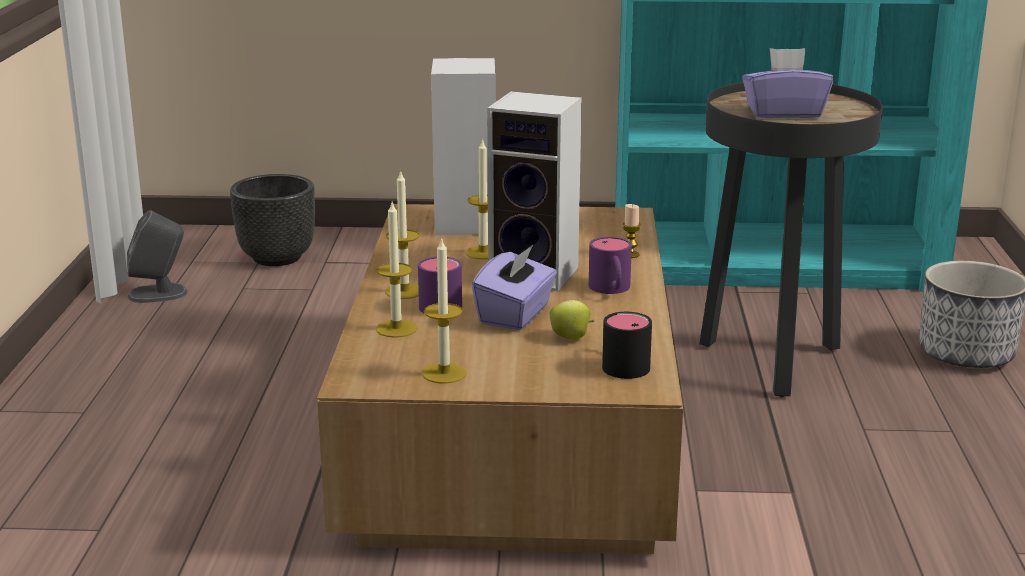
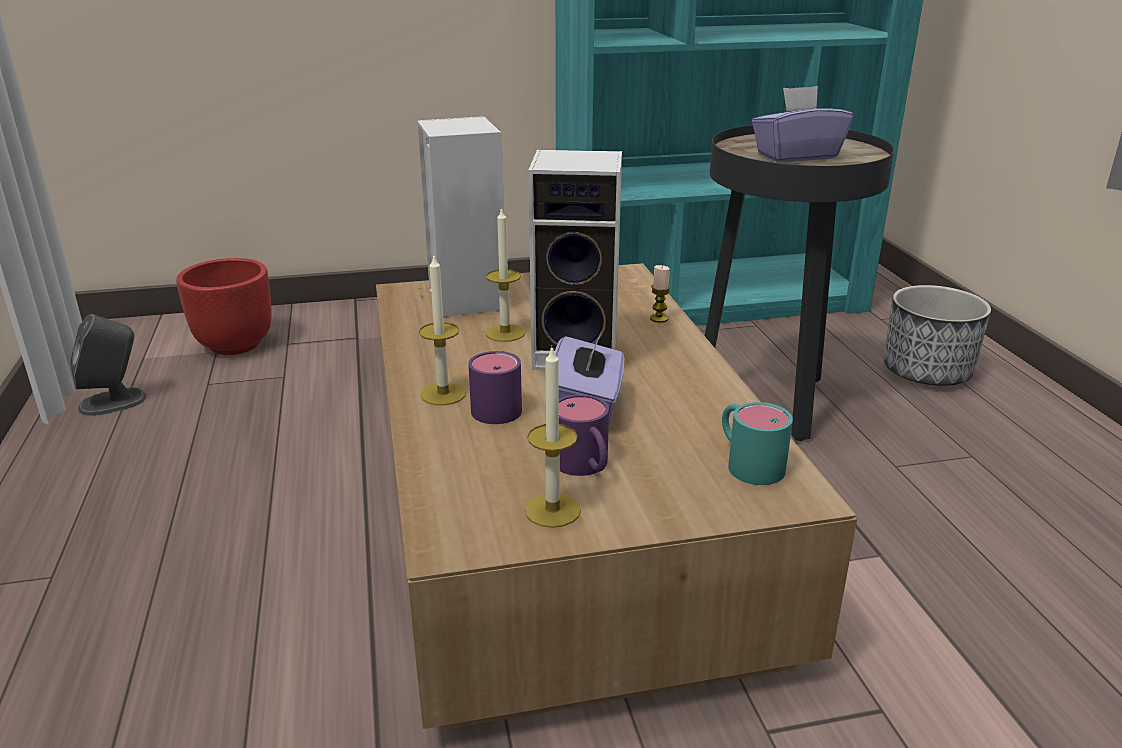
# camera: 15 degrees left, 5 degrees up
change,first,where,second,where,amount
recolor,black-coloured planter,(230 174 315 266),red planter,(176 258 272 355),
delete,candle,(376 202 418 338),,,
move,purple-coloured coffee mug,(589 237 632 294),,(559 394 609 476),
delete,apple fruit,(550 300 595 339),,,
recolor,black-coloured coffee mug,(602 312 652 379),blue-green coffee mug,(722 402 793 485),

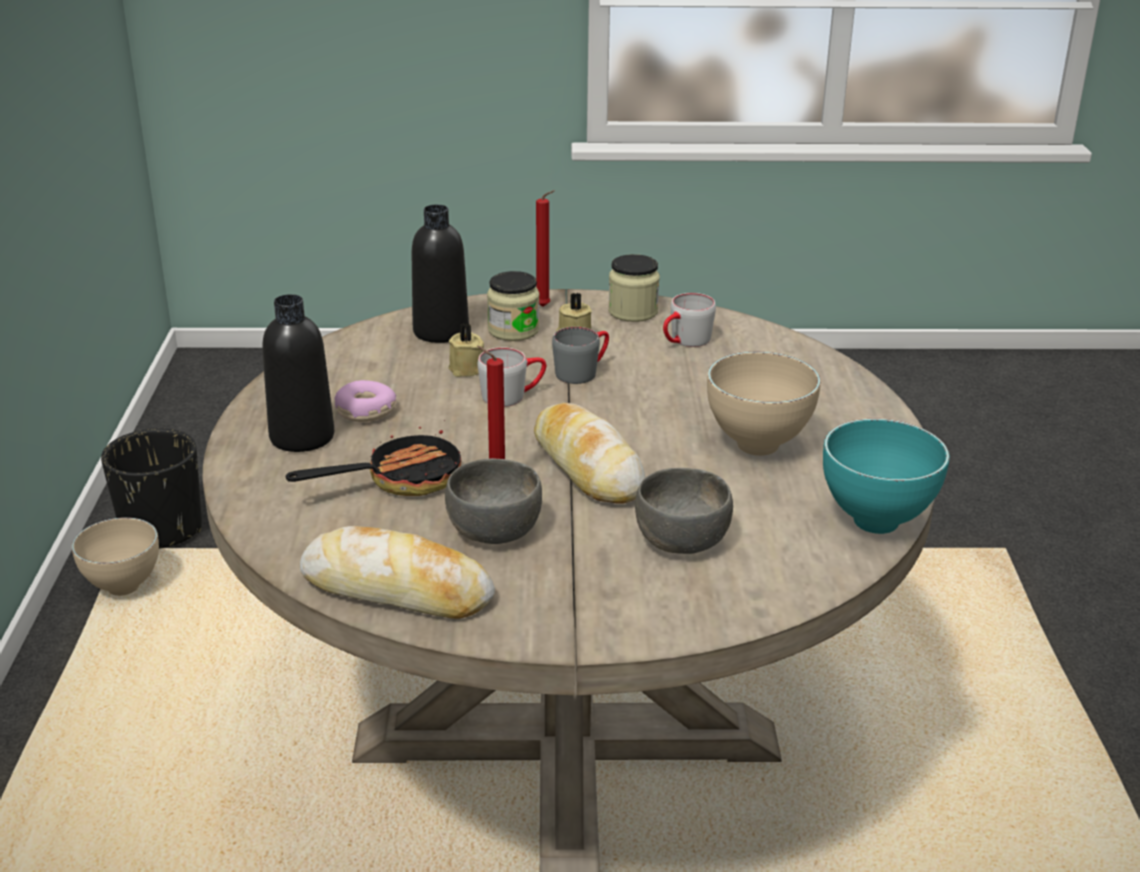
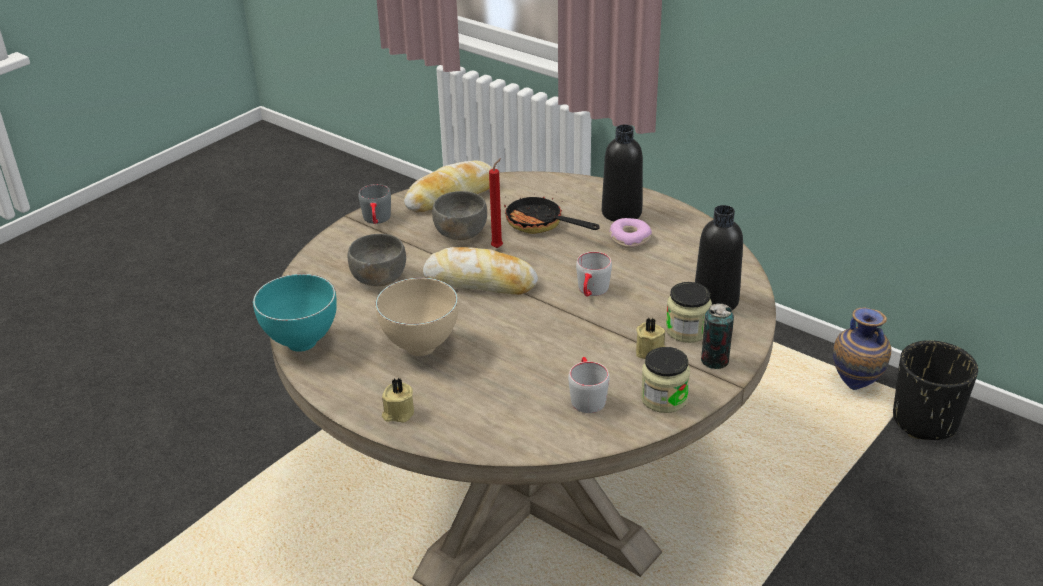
# camera: 130 degrees right, 5 degrees up
change,first,where,second,where,amount
replace,red candle,(536 190 555 307),sealed can,(701 303 734 369),
move,beige-coloured candle,(448 323 484 377),,(382 378 414 423),
move,grey coffee mug,(552 327 609 384),,(358 184 391 224),
rotate,skillet,(286 420 461 496),,(504 196 600 234),120 degrees clockwise
replace,beige-coloured serving bowl,(72 517 159 596),flower vase,(833 307 891 390),

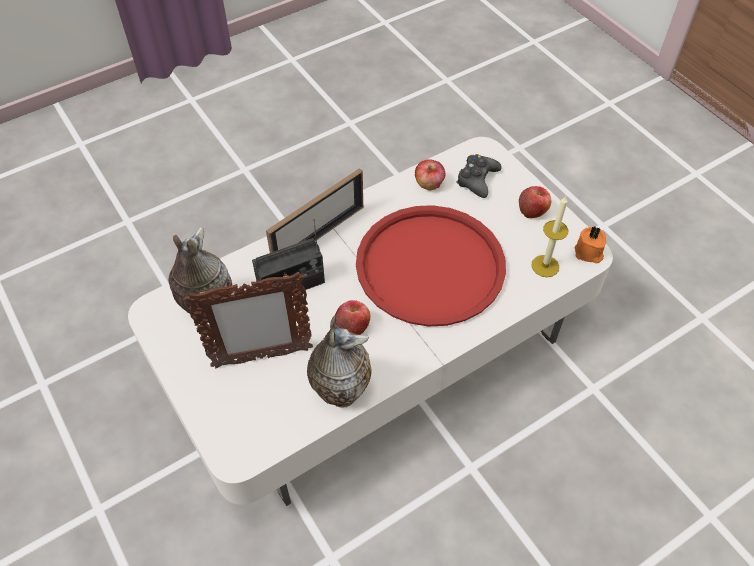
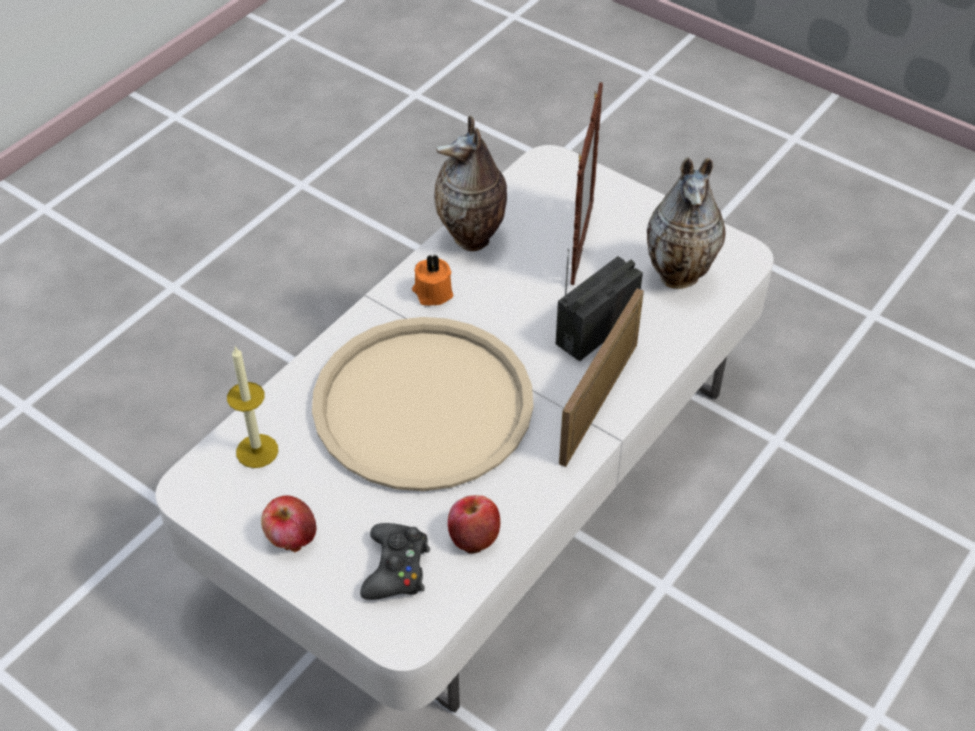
# camera: 160 degrees right, 5 degrees down
change,first,where,second,where,amount
recolor,red carrying tray,(356 205 506 327),beige-coloured carrying tray,(312 317 533 491),
move,orange-coloured candle,(574 227 606 263),,(412 254 453 306),
rotate,standing frame,(184 272 313 368),,(570 82 603 285),135 degrees clockwise
delete,apple fruit,(335 300 371 335),,,

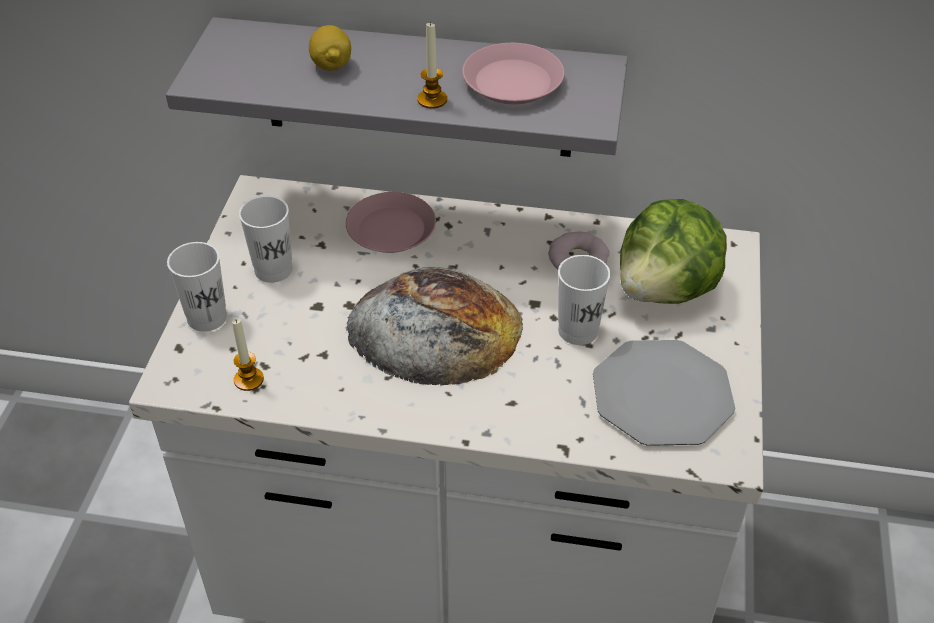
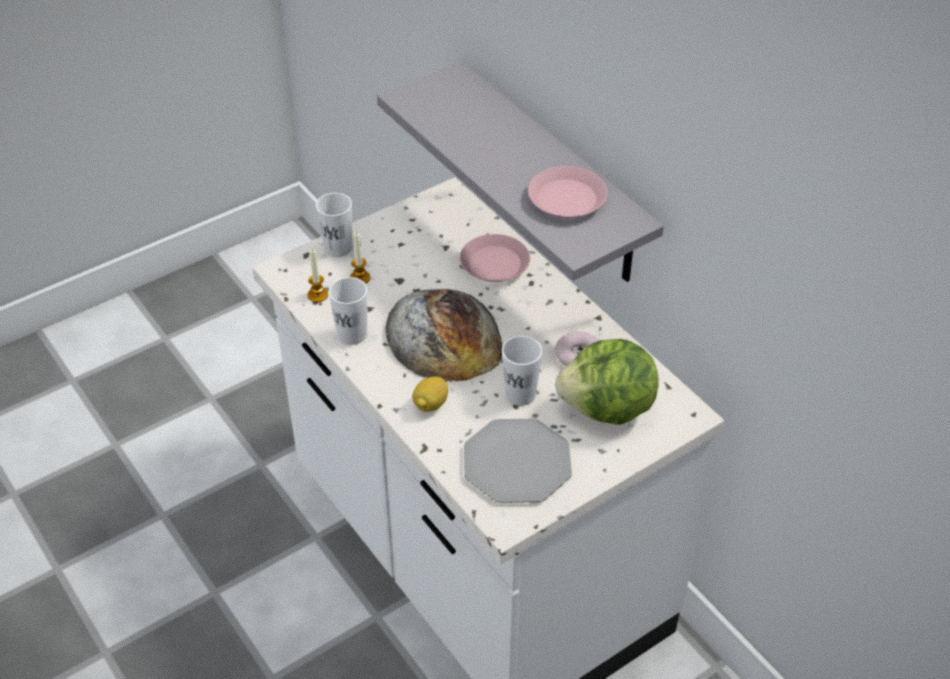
# camera: 45 degrees right, 0 degrees up
change,first,where,second,where,amount
move,candle,(418 22 447 109),,(350 232 370 284),
move,lemon,(309 25 351 71),,(412 376 448 412),
move,white-coloured small cup,(239 196 293 283),,(329 277 367 345),

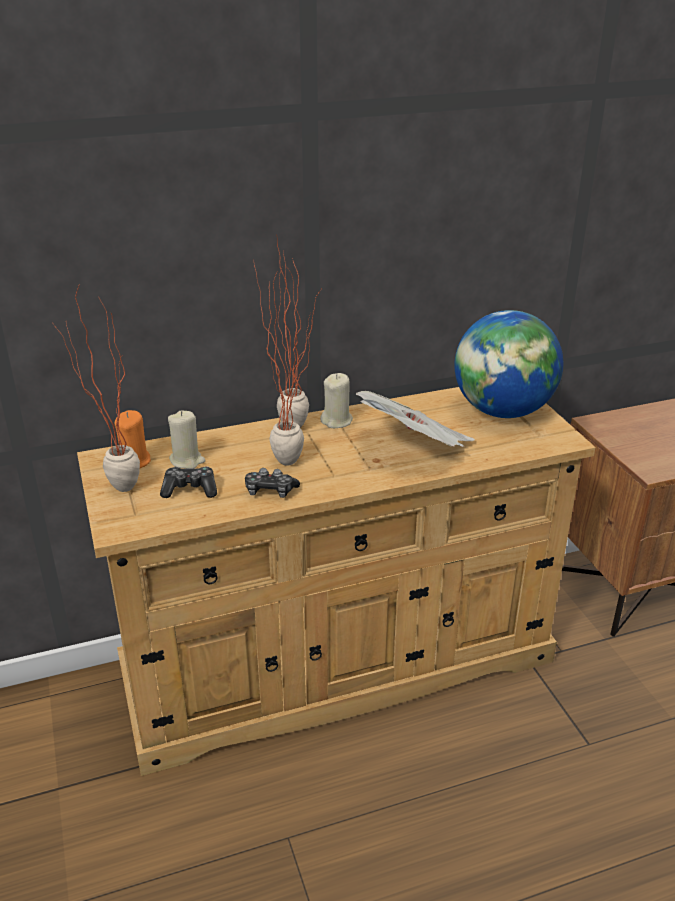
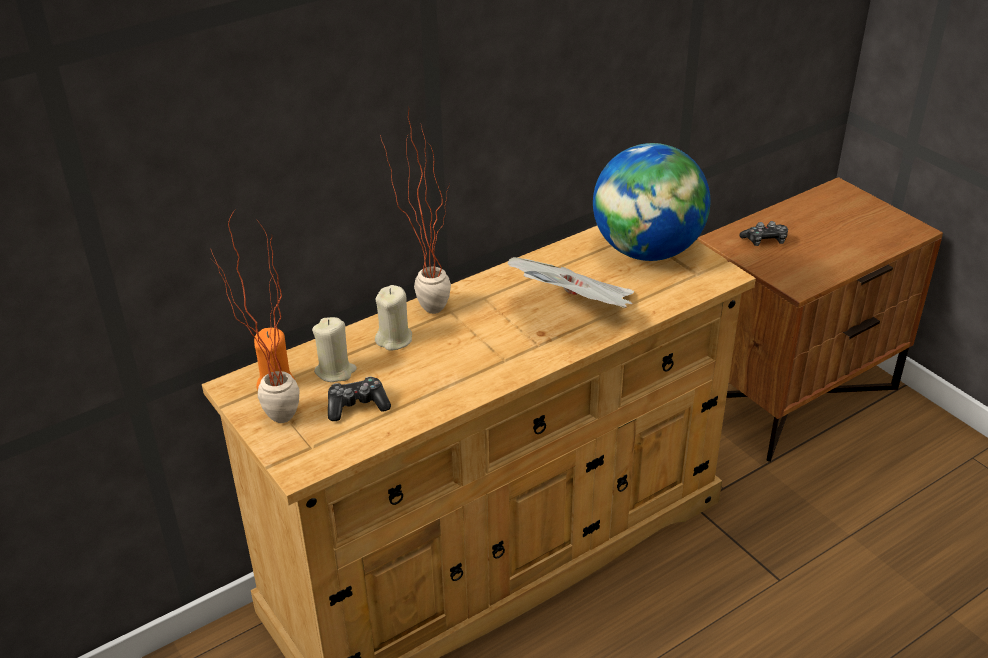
# camera: 15 degrees left, 5 degrees up
change,first,where,second,where,amount
delete,potted plant,(266 258 321 466),,,
move,beige-coloured candle,(320 373 353 428),,(375 285 412 351),
move,gamepad,(245 468 300 498),,(740 221 788 246),

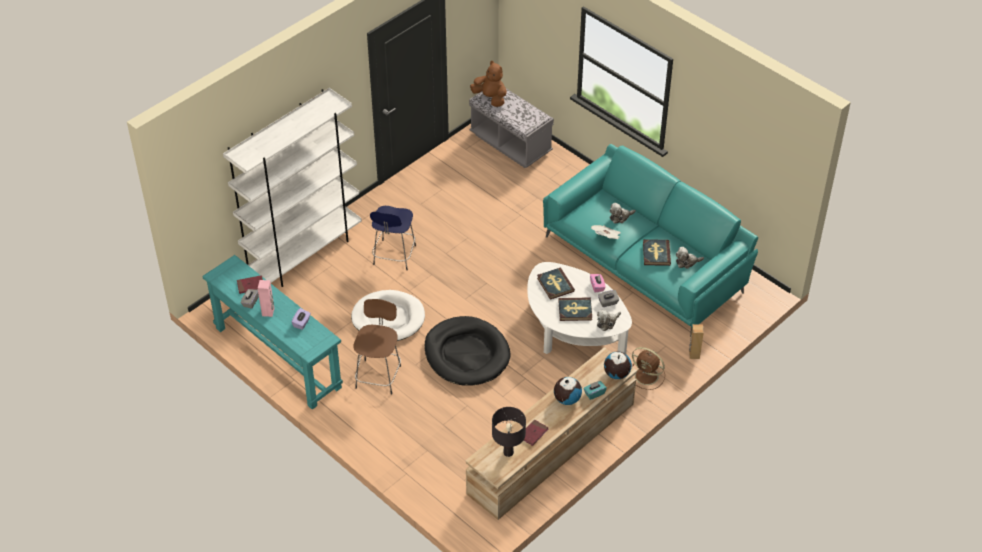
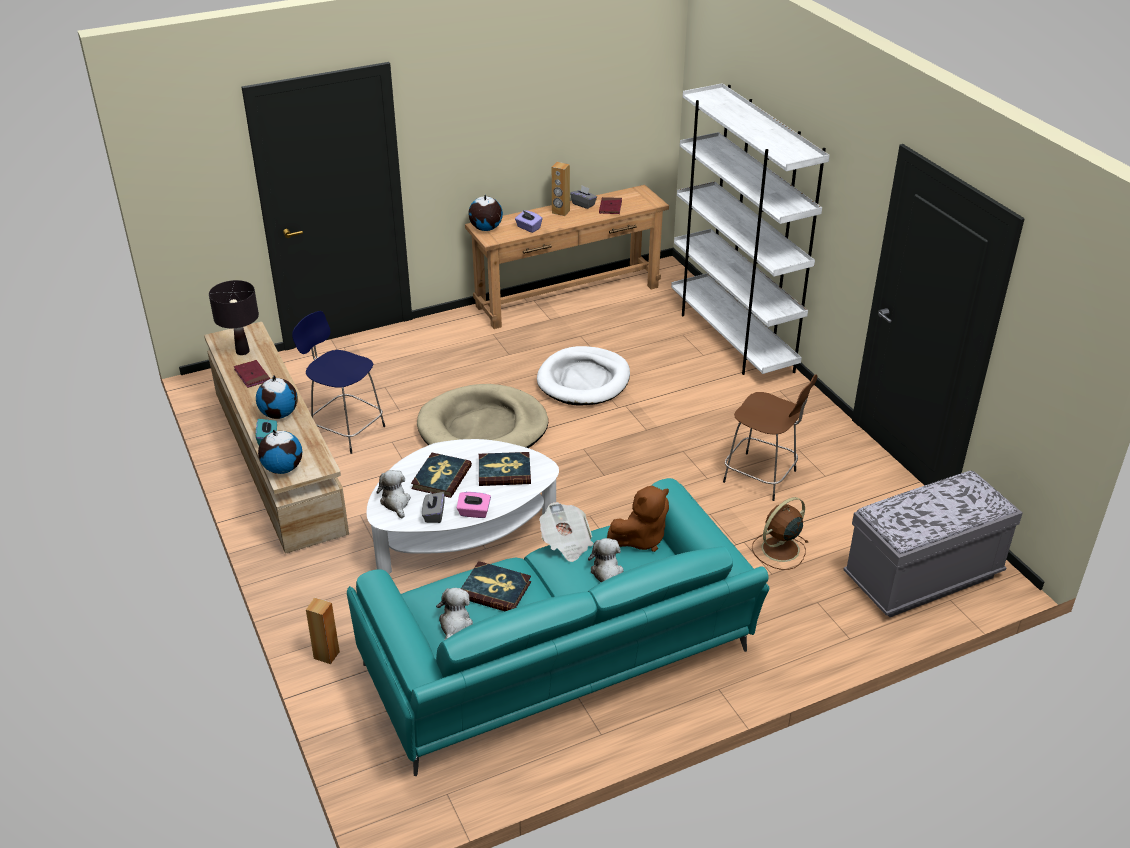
# camera: 110 degrees right, 10 degrees down
change,first,where,second,where,amount
move,brownish plush toy,(470 61 507 107),,(607 485 669 552),
move,bluish stool,(370 206 416 270),,(292 311 385 454),
recolor,blue-green console table,(202 255 343 410),brownish console table,(465 185 669 329),
recolor,pink-coloured speaker,(258 280 274 317),brownish speaker,(552 162 570 216),
move,brownish stool,(353 299 401 394),,(723 374 817 501),
recolor,black-coloured dog cushion,(424 316 511 386),beige-coloured dog cushion,(417 384 548 448),
move,brownish cooling fan,(632 347 665 390),,(752 497 808 570),
insert,,,desk globe,(468 195 503 231),

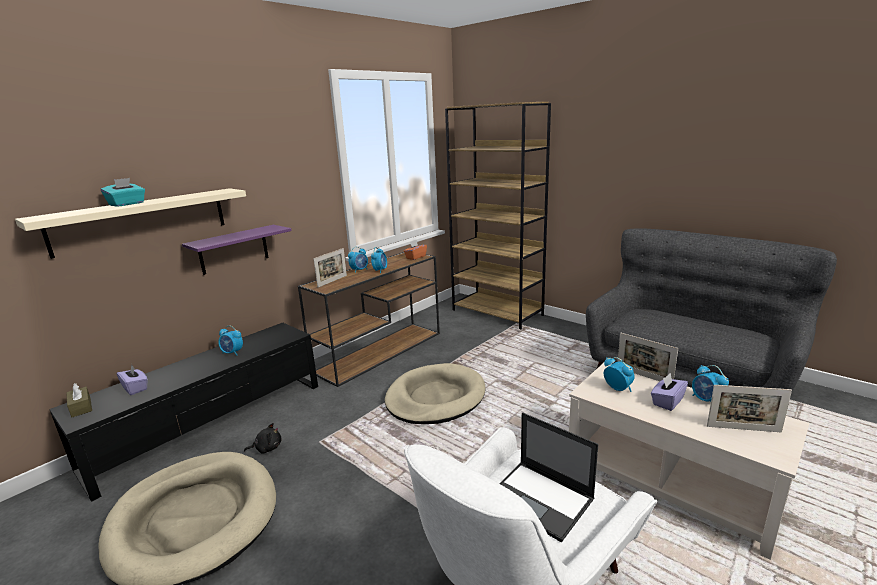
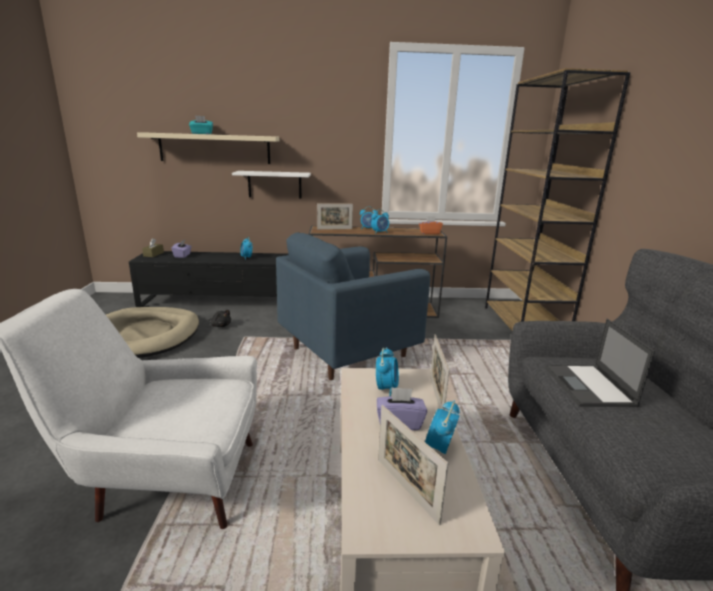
# camera: 45 degrees right, 0 degrees up
change,first,where,second,where,amount
recolor,purple-coloured bracket shelf,(182 225 292 275),white-coloured bracket shelf,(232 171 311 199),
replace,beige-coloured dog cushion,(385 363 485 424),bluish armchair,(276 232 430 380),
move,notebook computer,(499 412 598 543),,(545 319 655 407),

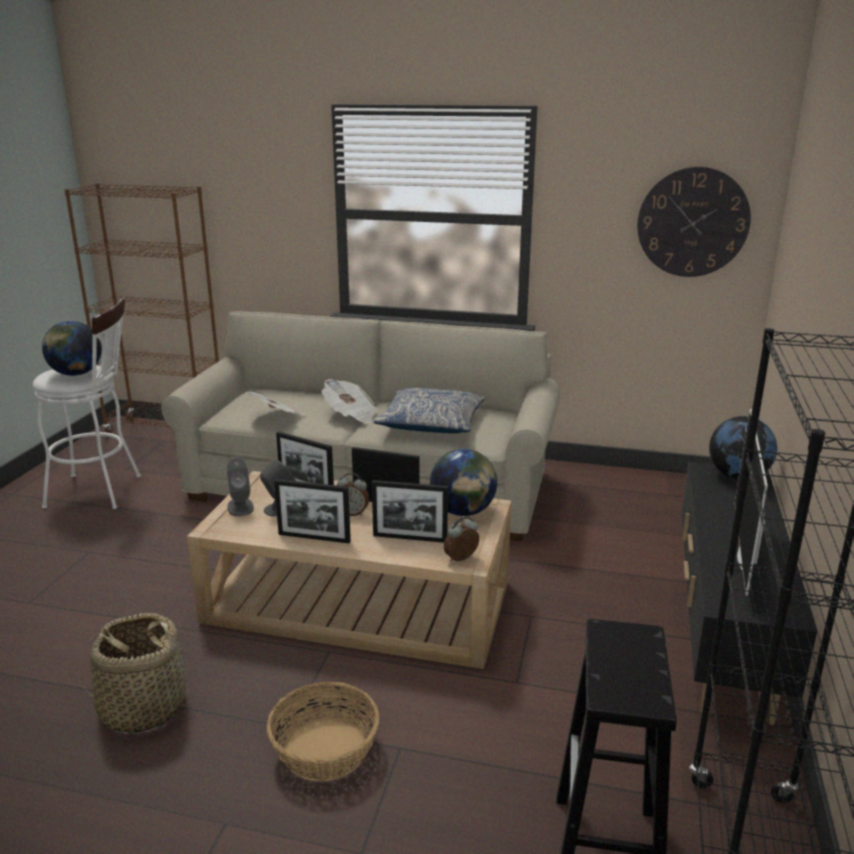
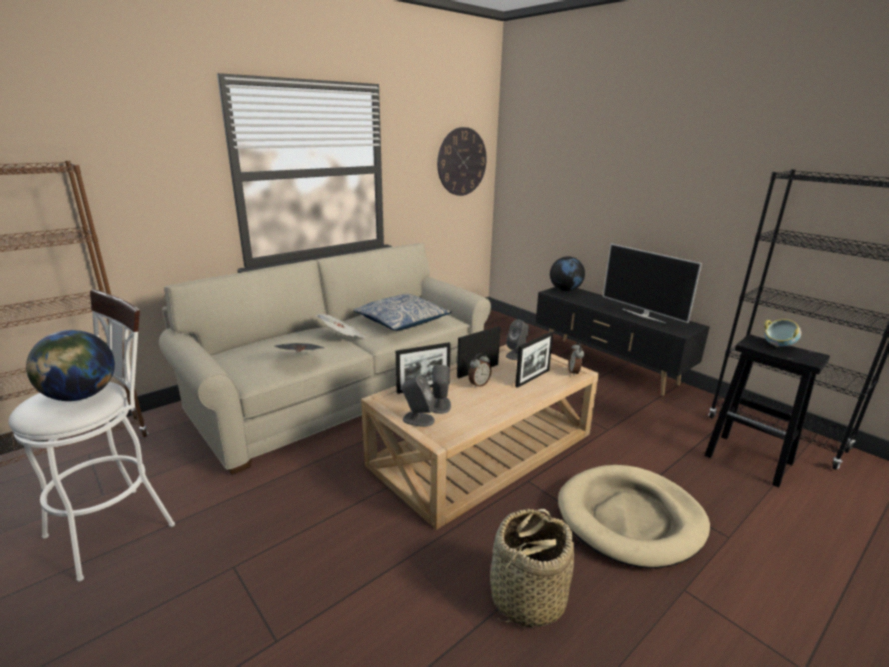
# camera: 55 degrees left, 0 degrees up
change,first,where,second,where,amount
replace,desk globe,(430 449 497 516),grey speaker,(506 320 529 360),
delete,standing frame,(274 479 351 543),,,
replace,basket,(267 682 379 782),beige-coloured dog cushion,(558 465 710 569),
insert,,,serving bowl,(764 319 801 347),

